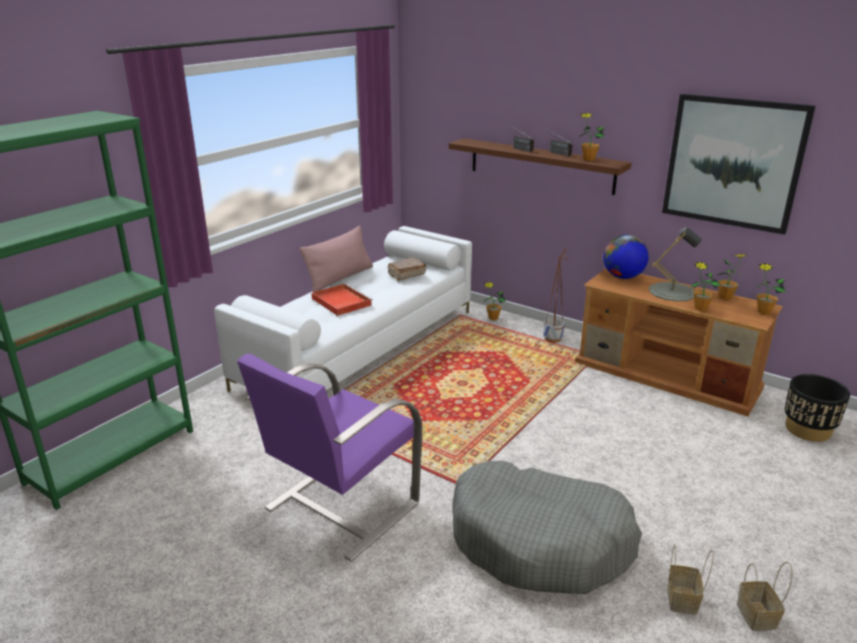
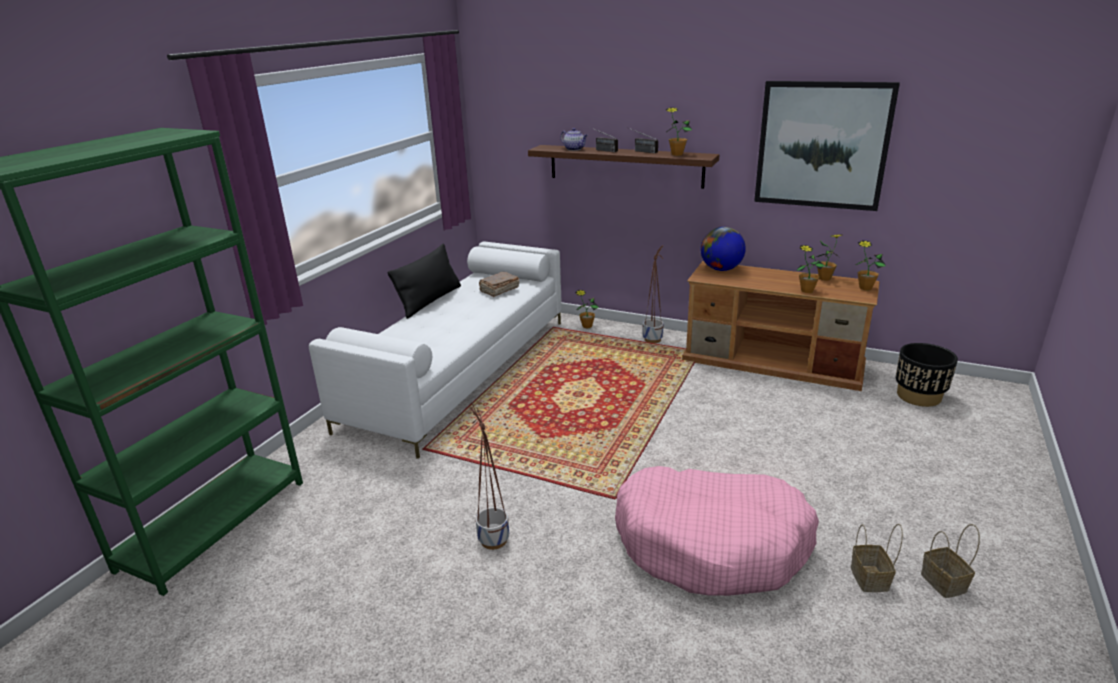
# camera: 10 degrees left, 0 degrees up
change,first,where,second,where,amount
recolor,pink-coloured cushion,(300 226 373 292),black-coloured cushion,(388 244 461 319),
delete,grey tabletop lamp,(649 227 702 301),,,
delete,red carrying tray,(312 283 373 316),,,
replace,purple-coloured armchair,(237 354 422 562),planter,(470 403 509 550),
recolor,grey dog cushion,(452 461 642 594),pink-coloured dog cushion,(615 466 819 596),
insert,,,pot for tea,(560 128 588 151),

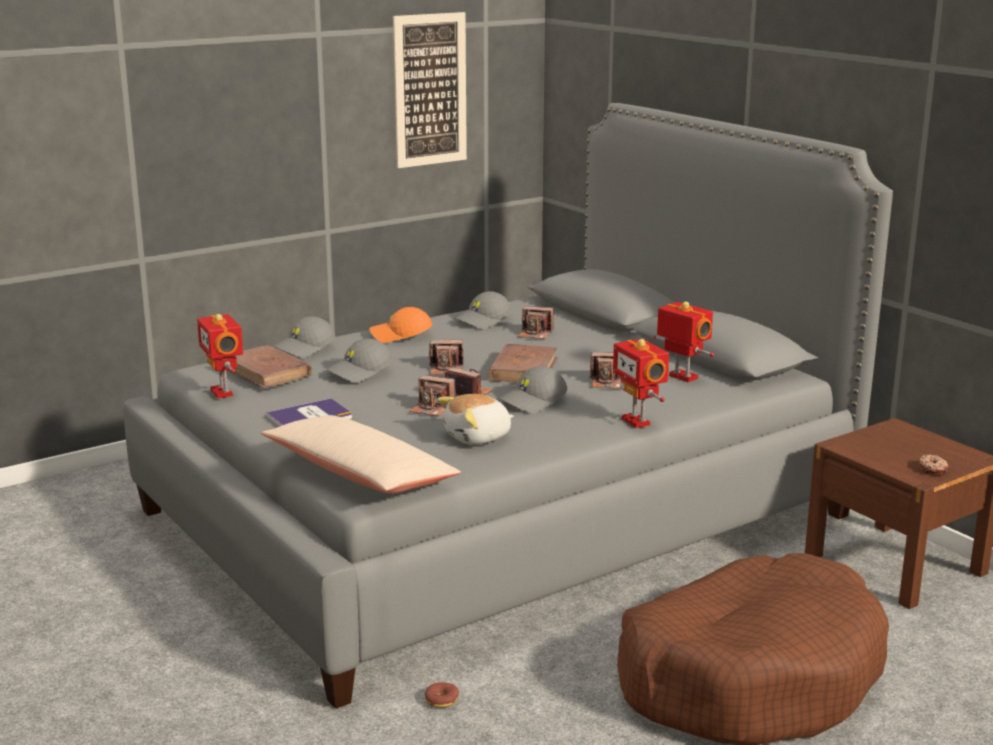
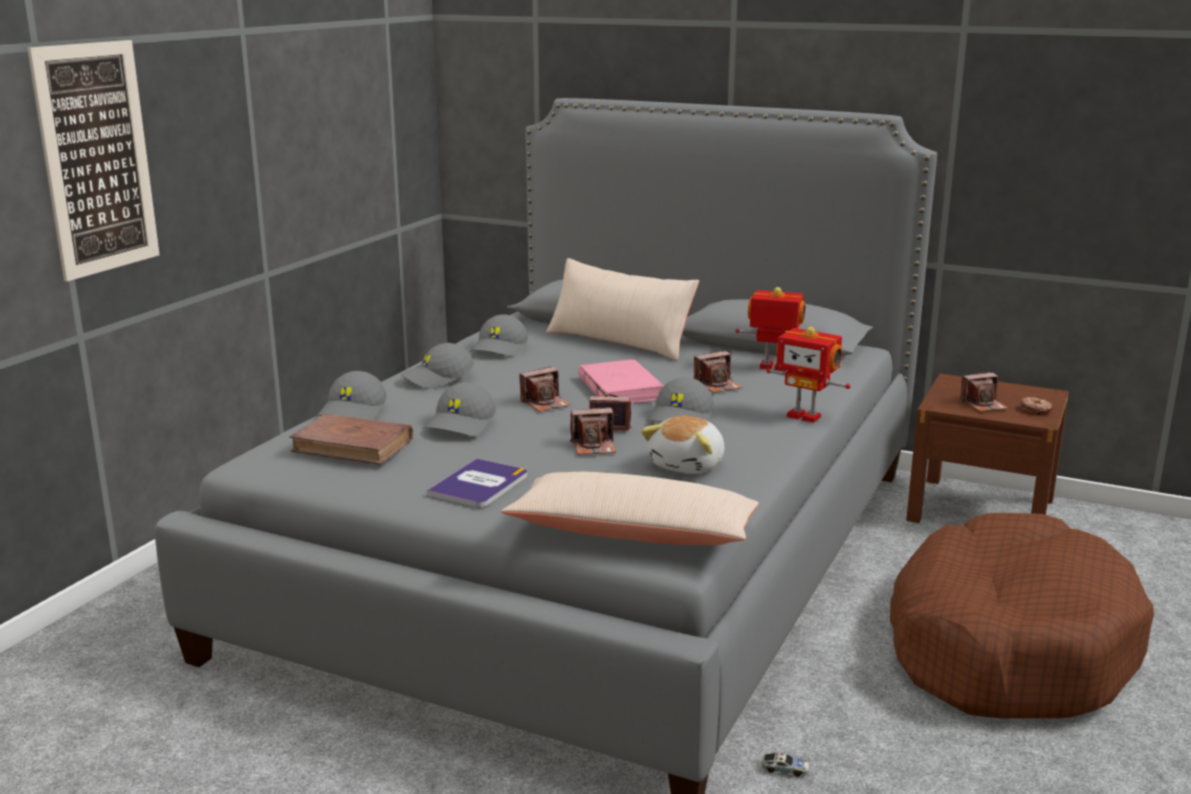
# camera: 30 degrees left, 0 degrees up
change,first,where,second,where,amount
move,wall art,(393 12 467 168),,(27 40 160 281),
move,photo camera,(518 306 554 339),,(960 372 1008 412),
recolor,orange-coloured peaked cap,(369 307 432 343),grey peaked cap,(401 343 474 389),
delete,model robot,(197 314 243 398),,,
recolor,brownish bound book,(488 344 558 383),pink-coloured bound book,(578 360 664 403),
replace,doughnut,(424 682 459 708),miniature car,(761 753 810 777),
insert,,,beige-coloured cushion,(546 258 699 361),

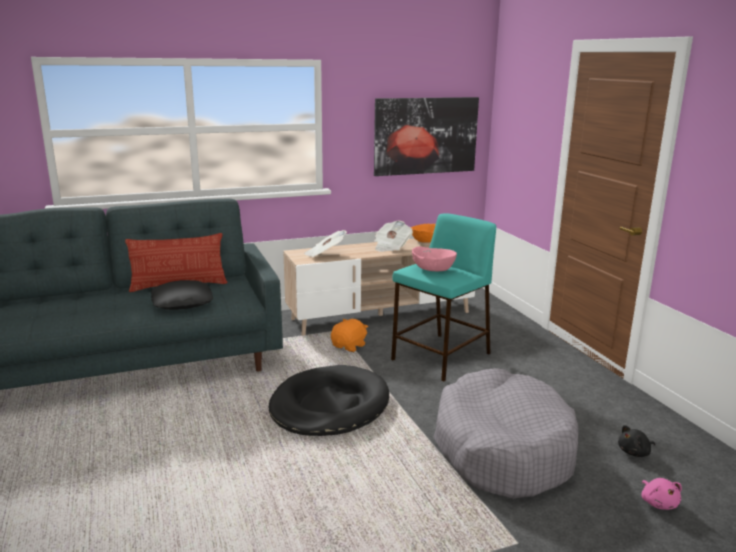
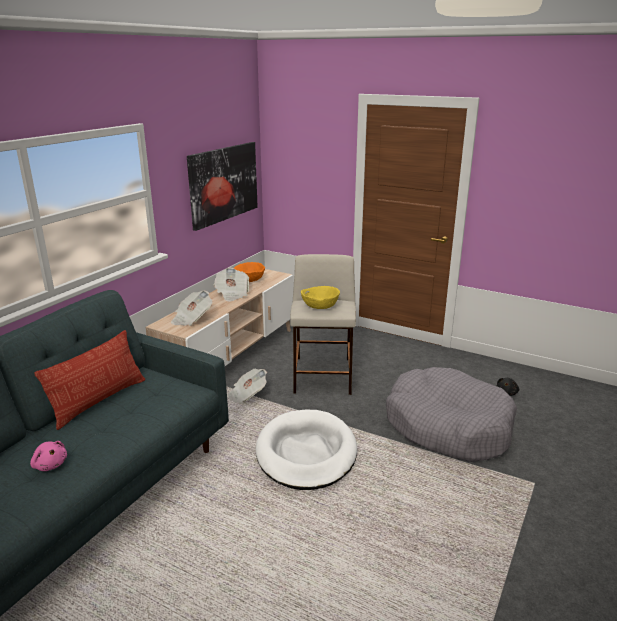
# camera: 40 degrees left, 5 degrees up
change,first,where,second,where,amount
recolor,blue-green stool,(391 214 496 381),beige-coloured stool,(290 254 356 395),
recolor,pink-coloured serving bowl,(412 246 457 271),yellowish serving bowl,(301 286 340 309),
delete,black-coloured cushion,(151 280 213 310),,,
replace,orange-coloured plush toy,(331 319 368 352),printed paper,(227 369 267 404),
recolor,black-coloured dog cushion,(269 365 389 436),white-coloured dog cushion,(256 410 357 490),
move,pink-coloured plush toy,(641 478 682 510),,(30 441 67 471),

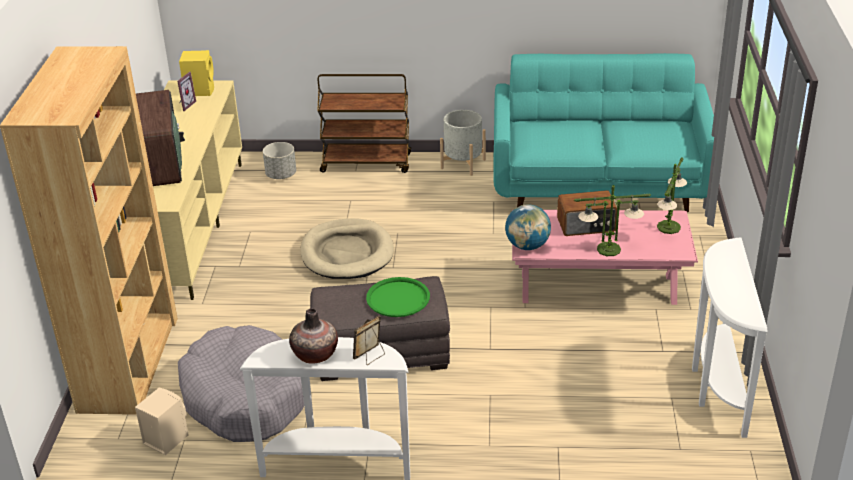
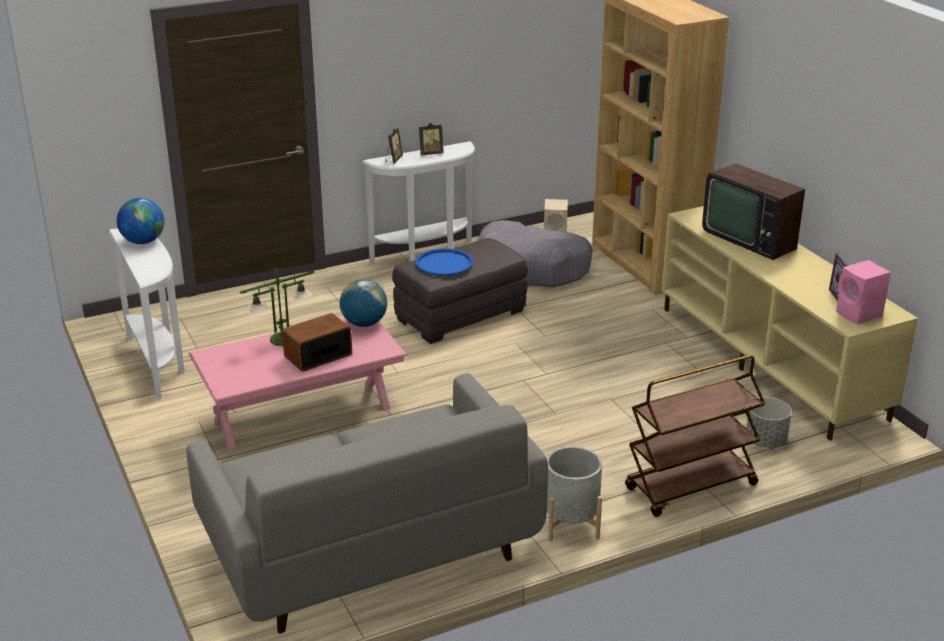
# camera: 150 degrees right, 5 degrees down
change,first,where,second,where,amount
recolor,yellowish speaker,(179 50 214 96),pink-coloured speaker,(836 260 891 325),
recolor,blue-green sofa,(494 53 714 212),grey sofa,(186 373 548 634),
delete,tabletop lamp,(657 157 687 234),,,
delete,beige-coloured dog cushion,(300 218 394 279),,,
recolor,green-coloured carrying tray,(366 277 430 317),bluish carrying tray,(415 248 473 276),
replace,flower vase,(289 308 338 364),standing frame,(419 123 443 156),
insert,,,desk globe,(117 198 164 244),

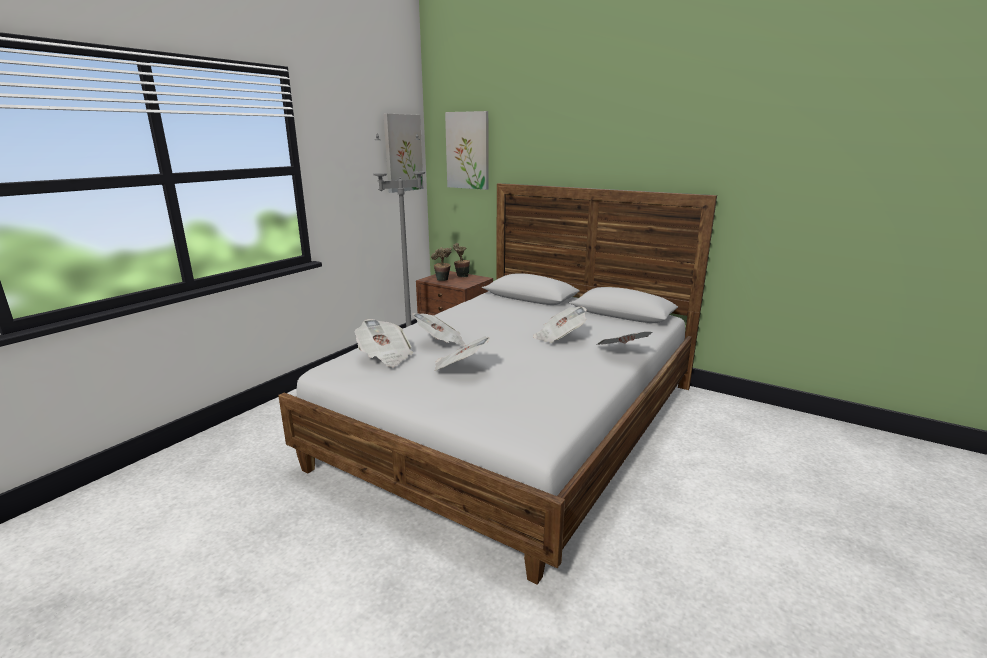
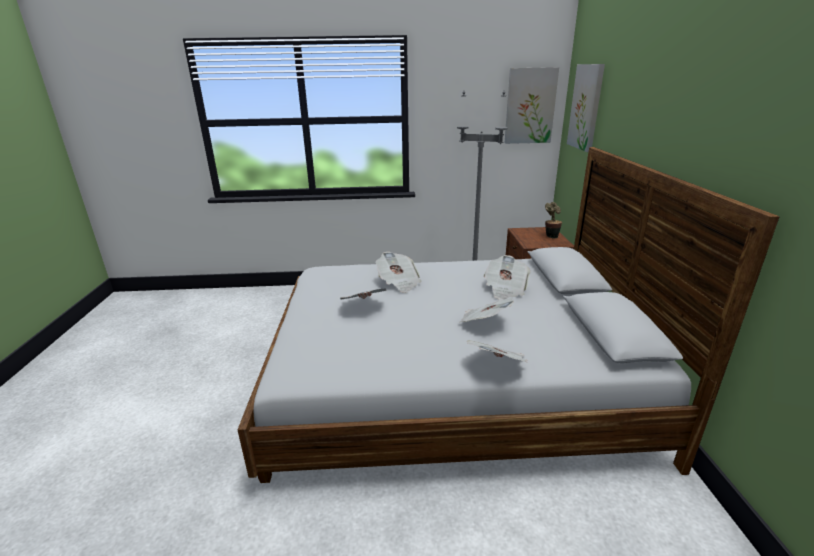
# camera: 55 degrees right, 5 degrees up
change,first,where,second,where,amount
delete,potted plant,(431 247 452 281),,,
move,printed paper,(355 319 413 367),,(484 255 530 299),

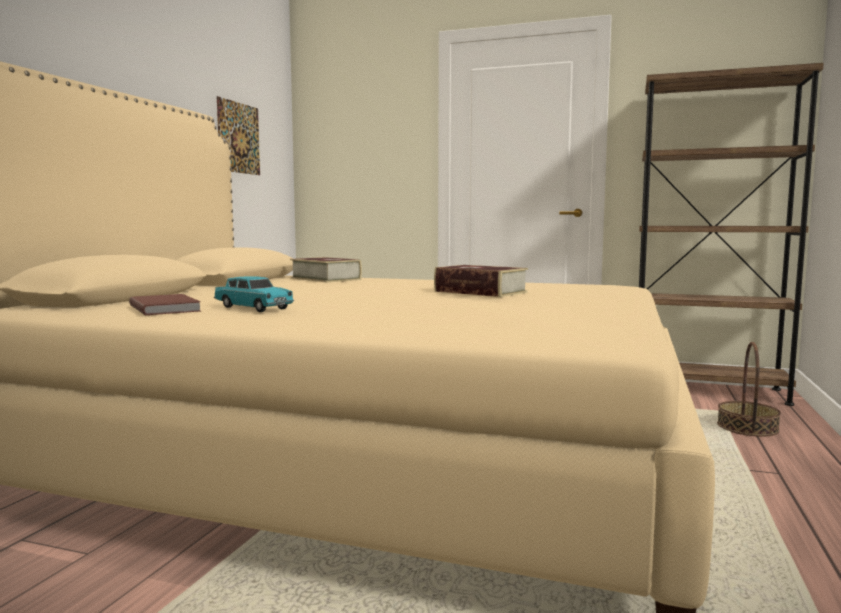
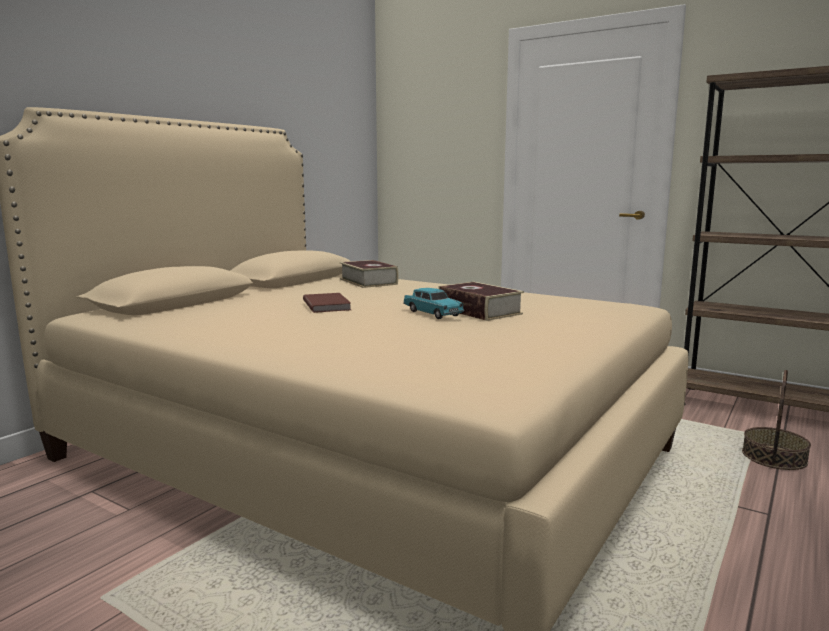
# camera: 15 degrees right, 5 degrees up
change,first,where,second,where,amount
delete,wall art,(217 96 260 175),,,
move,blue-green miniature car,(214 276 294 312),,(403 288 464 319),
move,brownish bound book,(129 294 201 315),,(303 293 351 313),

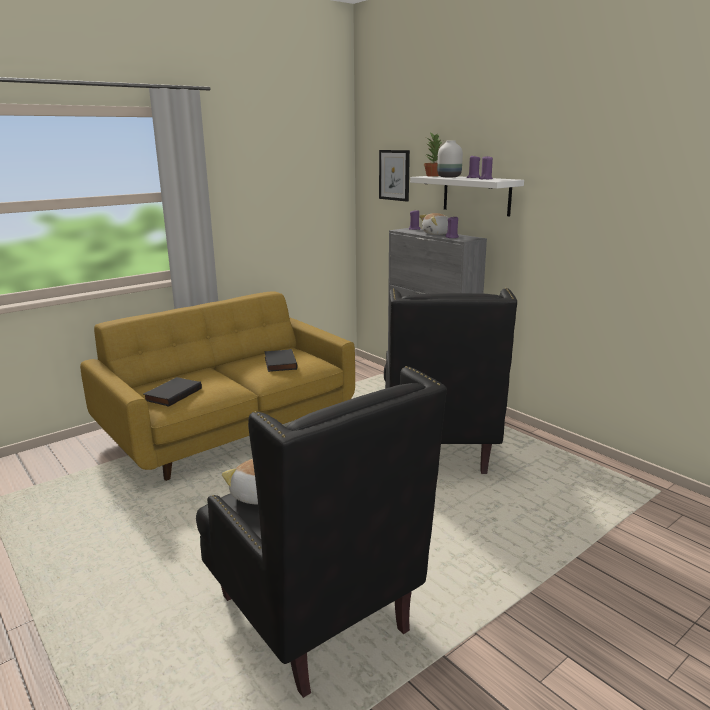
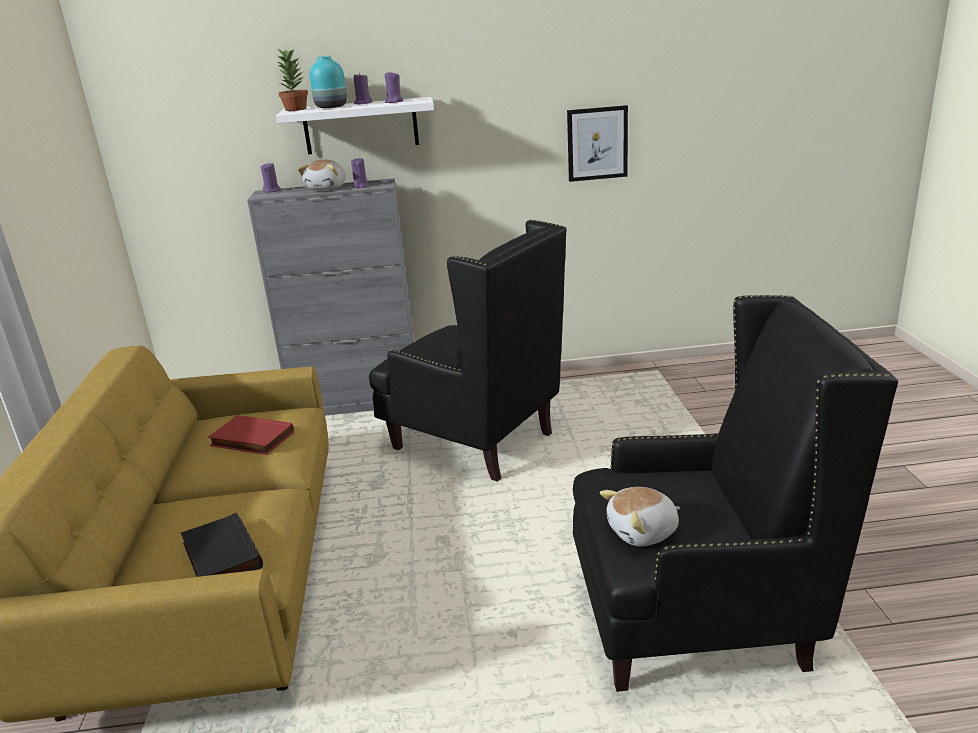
# camera: 55 degrees left, 5 degrees up
change,first,where,second,where,amount
recolor,white-coloured flower vase,(437 141 463 178),blue-green flower vase,(309 56 347 108),
move,wall art,(379 150 410 202),,(567 105 628 182),
recolor,black-coloured bound book,(264 349 298 372),red bound book,(208 415 294 455),

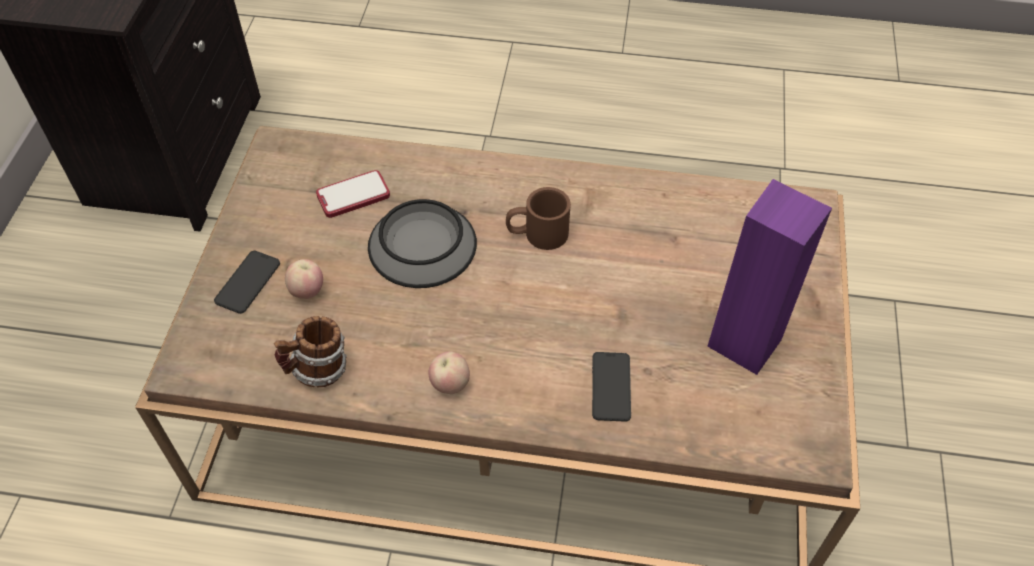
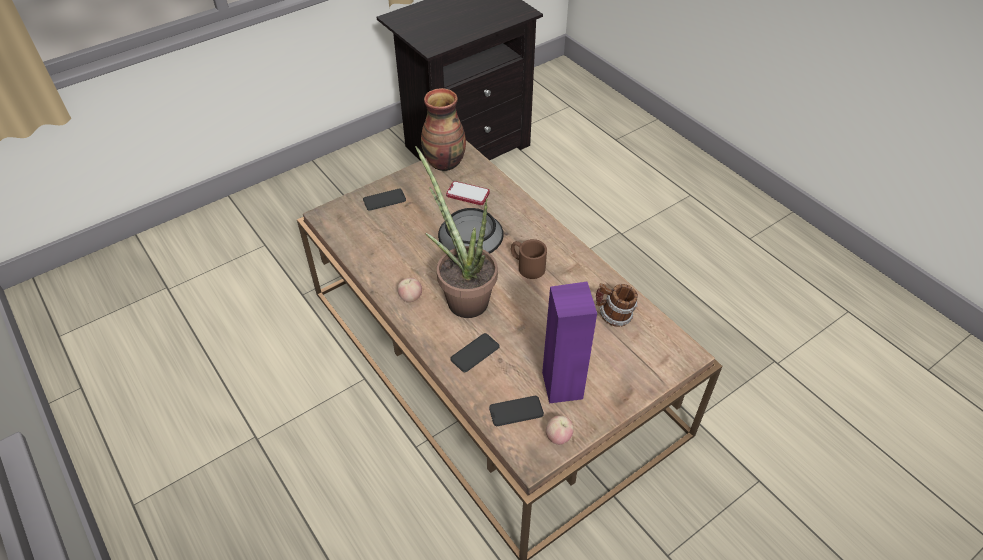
# camera: 45 degrees right, 5 degrees down
change,first,where,second,where,amount
move,apple fruit,(285 259 323 299),,(546 416 574 445),
move,coffee mug,(274 316 347 388),,(596 283 638 327),
insert,,,flower vase,(421 88 466 171),
insert,,,potted plant,(415 146 498 318),
insert,,,handset,(489 396 544 426),

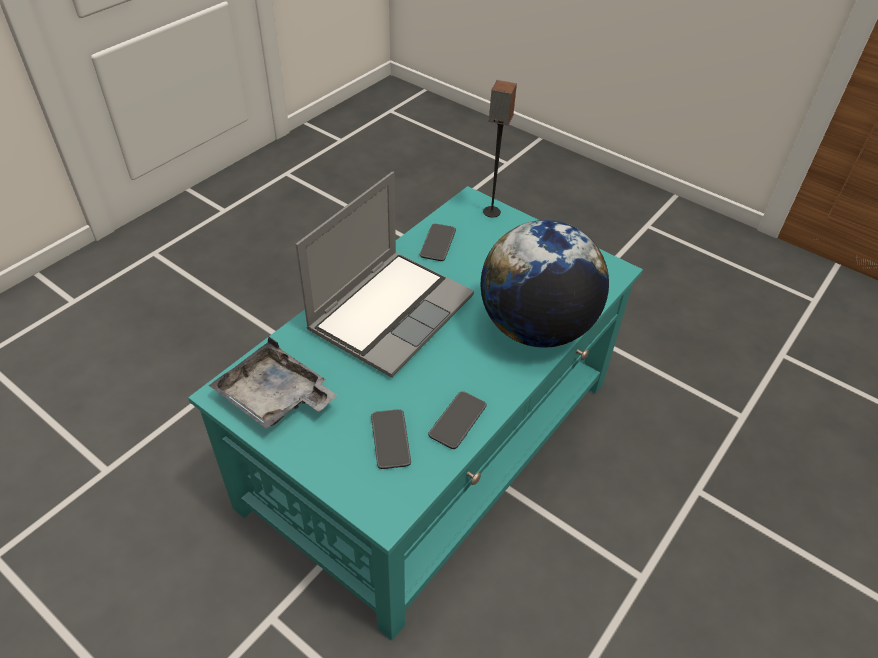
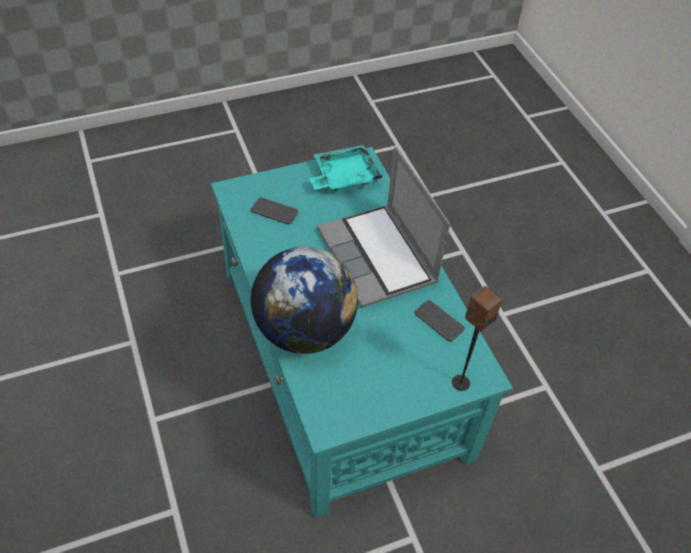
# camera: 120 degrees right, 5 degrees up
change,first,where,second,where,amount
recolor,grey carrying tray,(209 337 338 429),blue-green carrying tray,(309 145 382 193),
delete,handset,(428 391 486 449),,,

